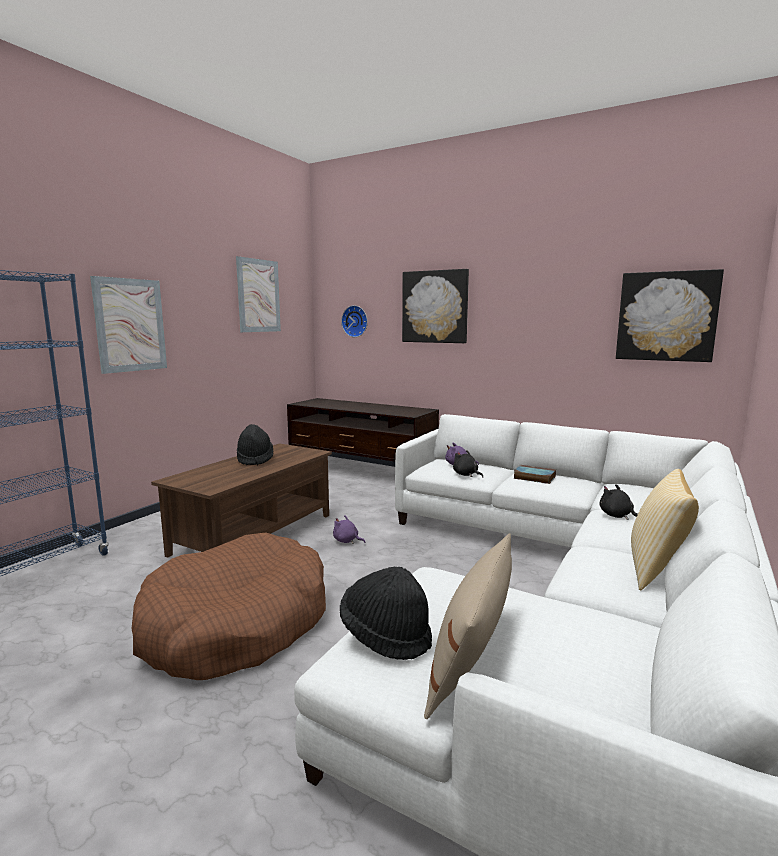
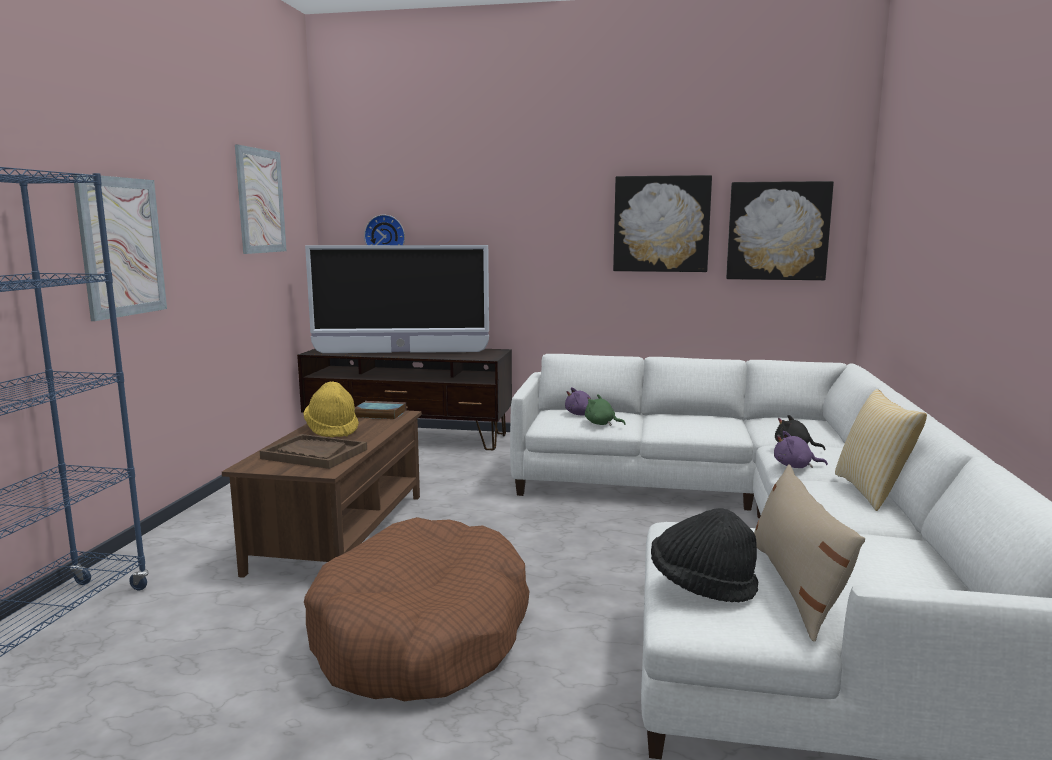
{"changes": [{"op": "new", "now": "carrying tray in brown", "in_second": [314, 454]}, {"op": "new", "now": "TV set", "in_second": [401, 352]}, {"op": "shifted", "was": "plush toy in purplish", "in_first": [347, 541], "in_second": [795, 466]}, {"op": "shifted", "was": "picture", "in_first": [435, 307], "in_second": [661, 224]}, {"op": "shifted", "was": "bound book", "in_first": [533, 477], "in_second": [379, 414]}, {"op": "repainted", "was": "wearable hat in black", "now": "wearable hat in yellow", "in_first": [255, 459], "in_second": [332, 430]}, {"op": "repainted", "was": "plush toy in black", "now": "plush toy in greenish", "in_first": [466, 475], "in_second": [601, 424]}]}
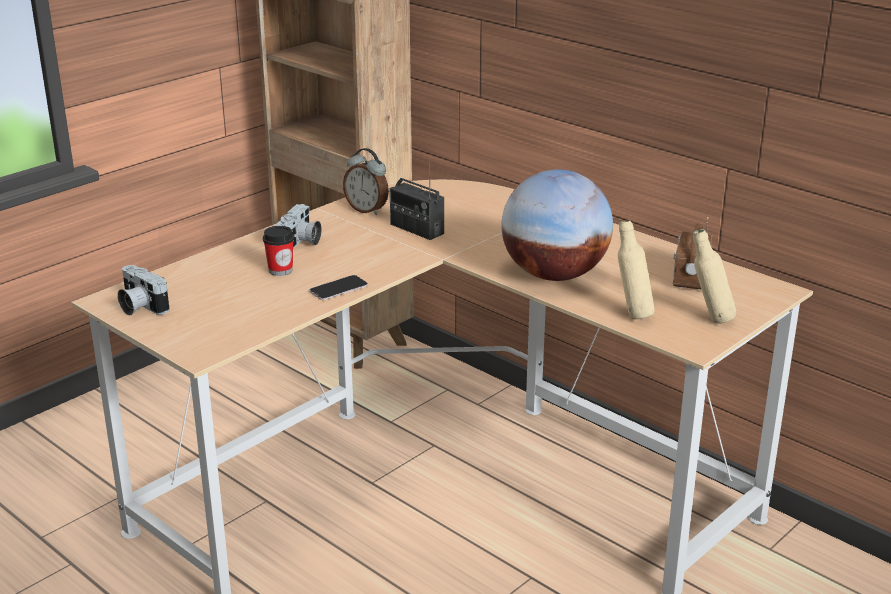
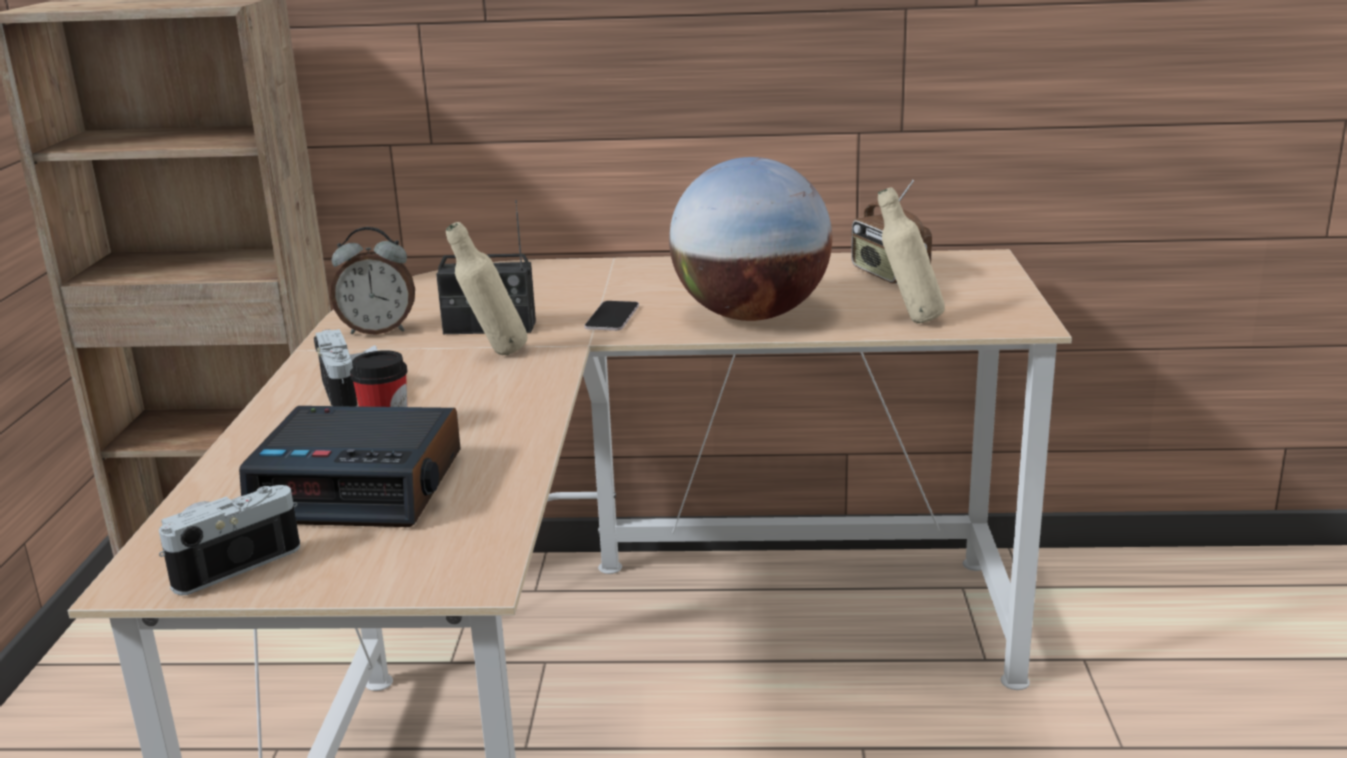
{"changes": [{"op": "new", "now": "alarm clock", "in_second": [361, 486]}, {"op": "shifted", "was": "phone", "in_first": [338, 288], "in_second": [612, 317]}, {"op": "shifted", "was": "bottle in beige", "in_first": [709, 320], "in_second": [494, 355]}, {"op": "rotated", "was": "still camera", "in_first": [139, 307], "in_second": [230, 562], "clockwise": 135}]}
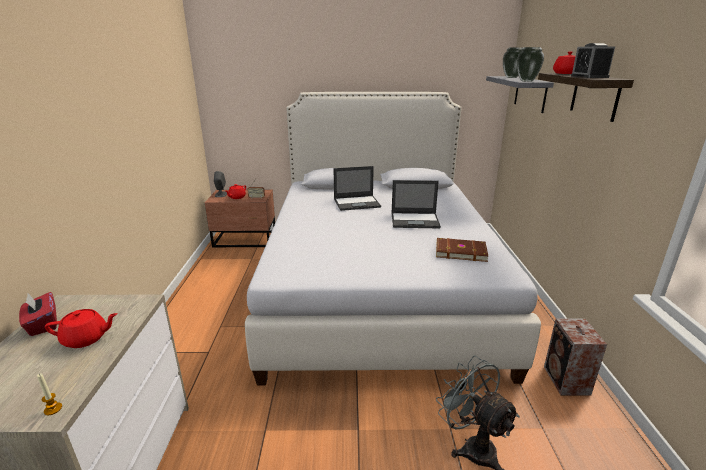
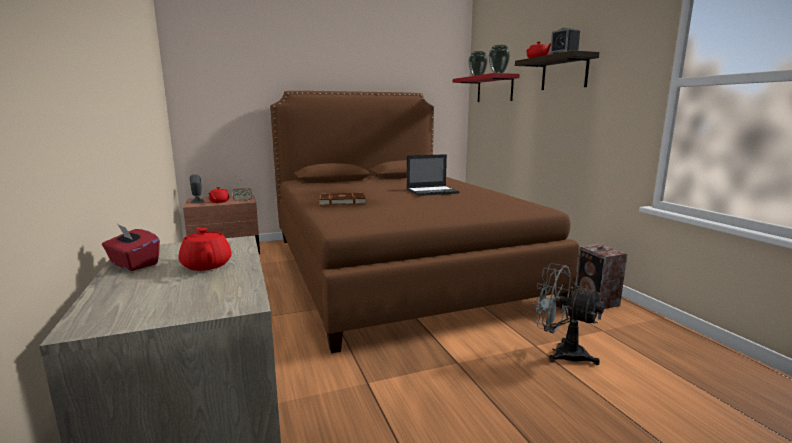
{"changes": [{"op": "gone", "was": "candle", "in_first": [53, 409]}, {"op": "gone", "was": "notebook computer", "in_first": [357, 203]}, {"op": "shifted", "was": "bound book in brown", "in_first": [460, 251], "in_second": [342, 201]}, {"op": "repainted", "was": "bedroom bed in white", "now": "bedroom bed in brown", "in_first": [377, 286], "in_second": [395, 267]}, {"op": "repainted", "was": "wall shelf in greyish", "now": "wall shelf in red", "in_first": [530, 93], "in_second": [494, 89]}, {"op": "rotated", "was": "pot for tea in red", "in_first": [86, 339], "in_second": [207, 264], "clockwise": -90}]}
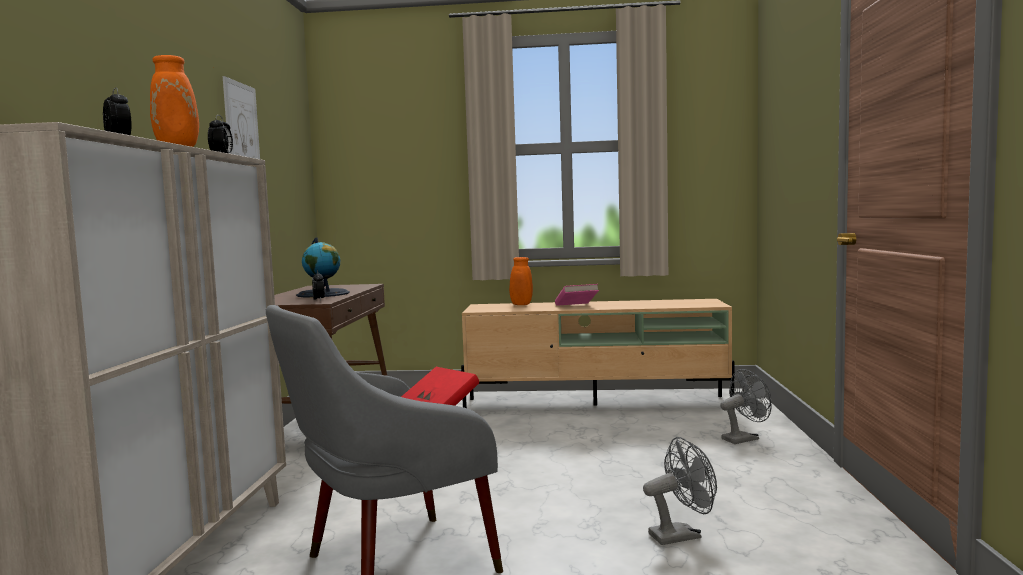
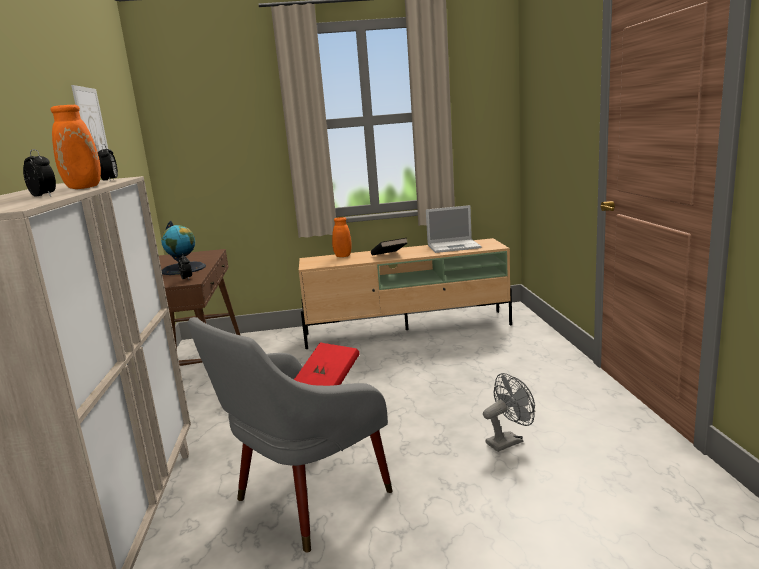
{"changes": [{"op": "gone", "was": "fan in greyish", "in_first": [744, 438]}, {"op": "new", "now": "notebook computer", "in_second": [454, 246]}, {"op": "repainted", "was": "bound book in pink", "now": "bound book in black", "in_first": [576, 307], "in_second": [389, 256]}]}
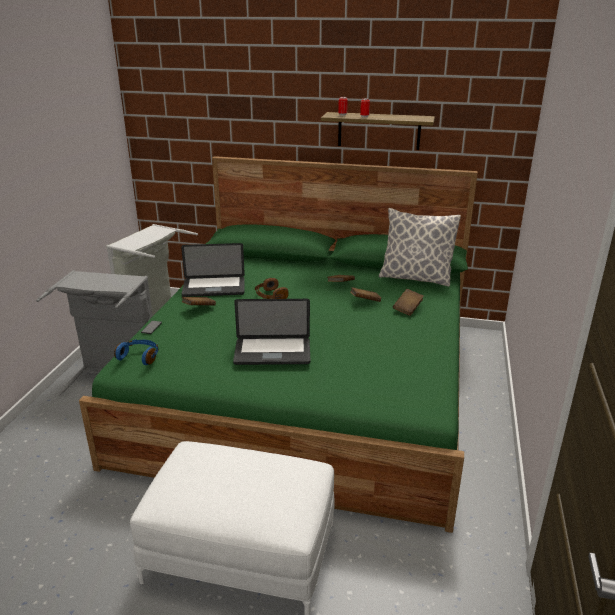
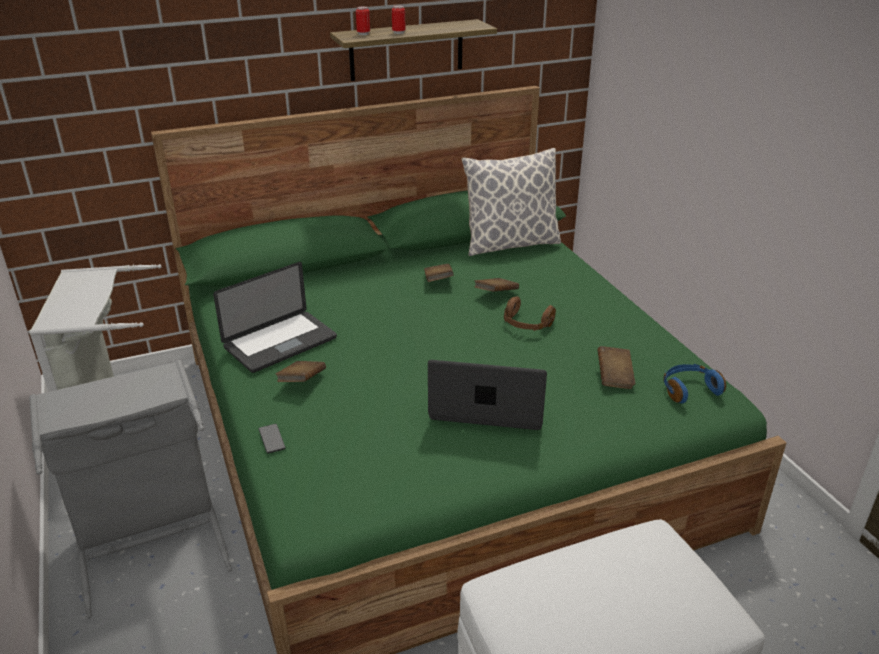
{"changes": [{"op": "shifted", "was": "pair of headphones in blue", "in_first": [140, 357], "in_second": [689, 389]}, {"op": "shifted", "was": "pair of headphones in brown", "in_first": [270, 296], "in_second": [526, 324]}, {"op": "shifted", "was": "bound book in brown", "in_first": [407, 309], "in_second": [614, 377]}, {"op": "rotated", "was": "notebook computer", "in_first": [272, 352], "in_second": [488, 406], "clockwise": -135}]}
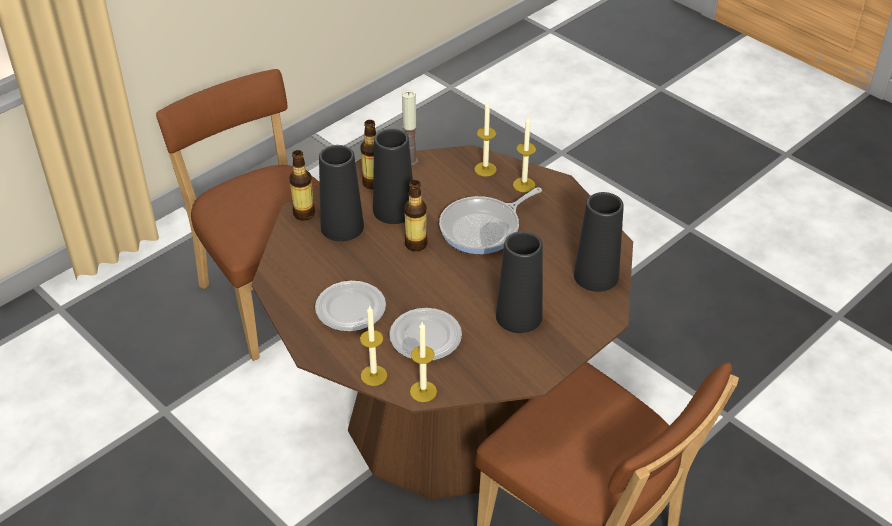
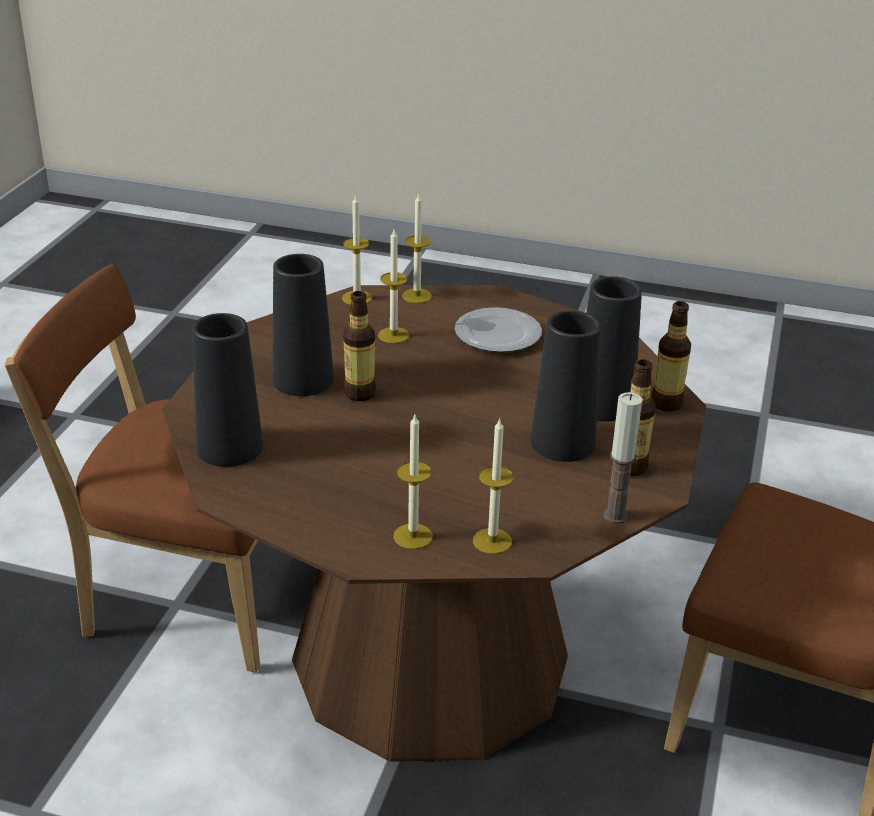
{"changes": [{"op": "gone", "was": "skillet", "in_first": [483, 228]}, {"op": "shifted", "was": "bottle", "in_first": [416, 244], "in_second": [359, 393]}, {"op": "swapped", "was": "plate", "now": "candle", "in_first": [425, 337], "in_second": [393, 335]}]}
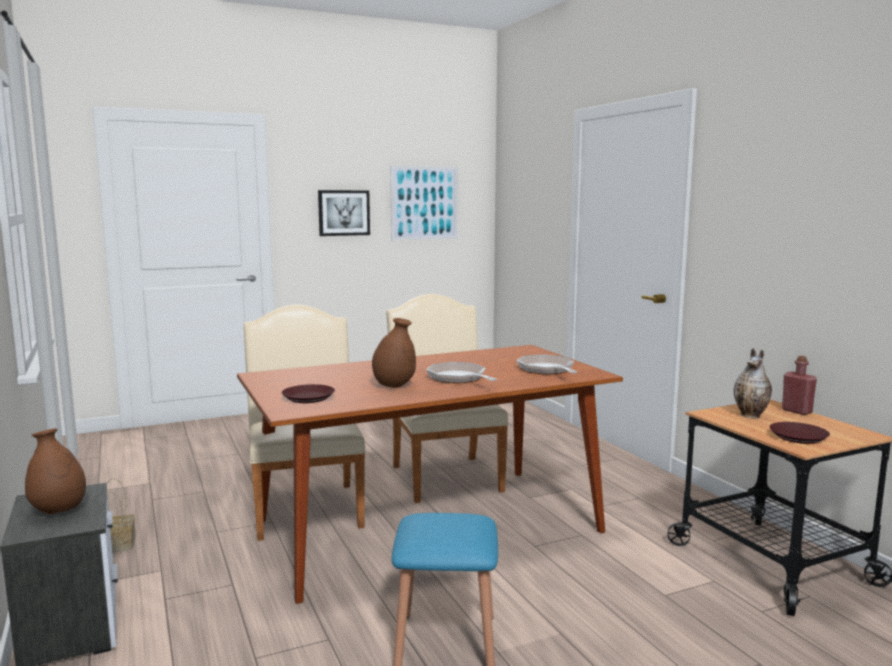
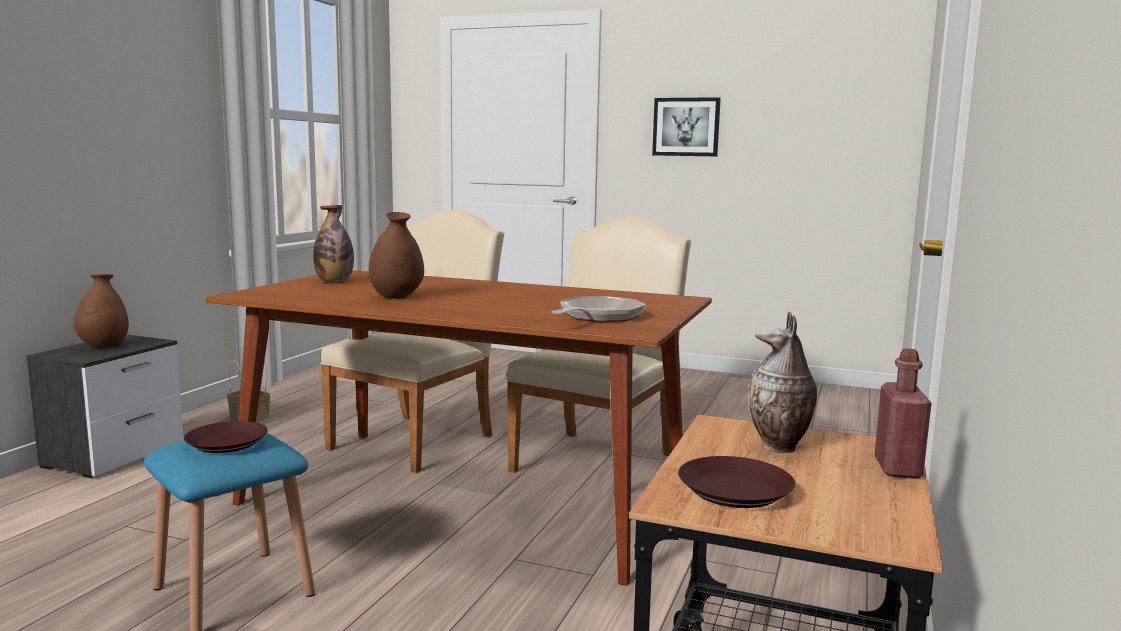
{"changes": [{"op": "gone", "was": "picture", "in_first": [424, 203]}, {"op": "gone", "was": "skillet", "in_first": [459, 379]}, {"op": "new", "now": "bottle", "in_second": [334, 281]}, {"op": "shifted", "was": "plate in brown", "in_first": [308, 397], "in_second": [228, 443]}]}
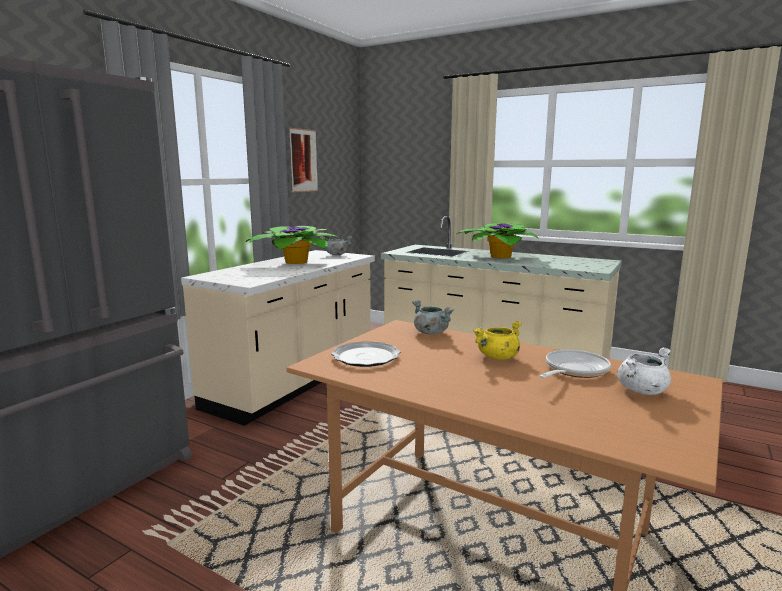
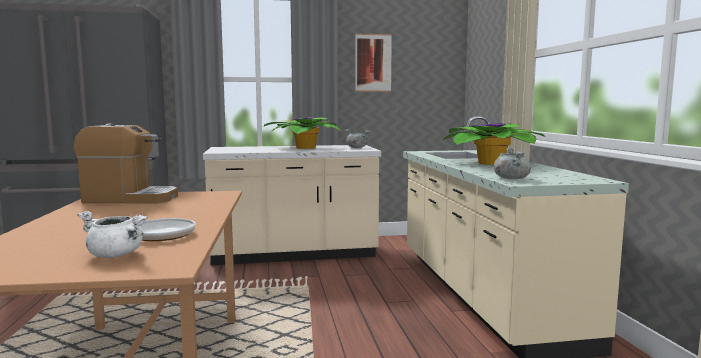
{"changes": [{"op": "gone", "was": "saucepot in yellow", "in_first": [498, 357]}, {"op": "shifted", "was": "saucepot in greyish", "in_first": [430, 332], "in_second": [511, 178]}, {"op": "swapped", "was": "plate", "now": "coffee brewer", "in_first": [365, 357], "in_second": [130, 198]}]}
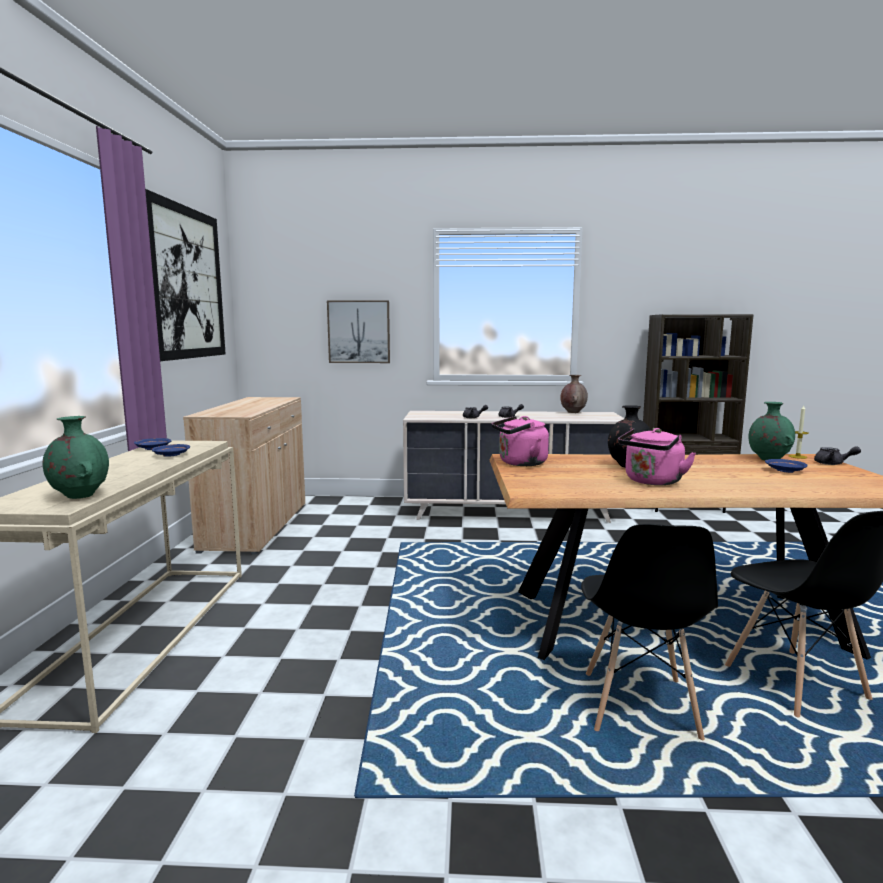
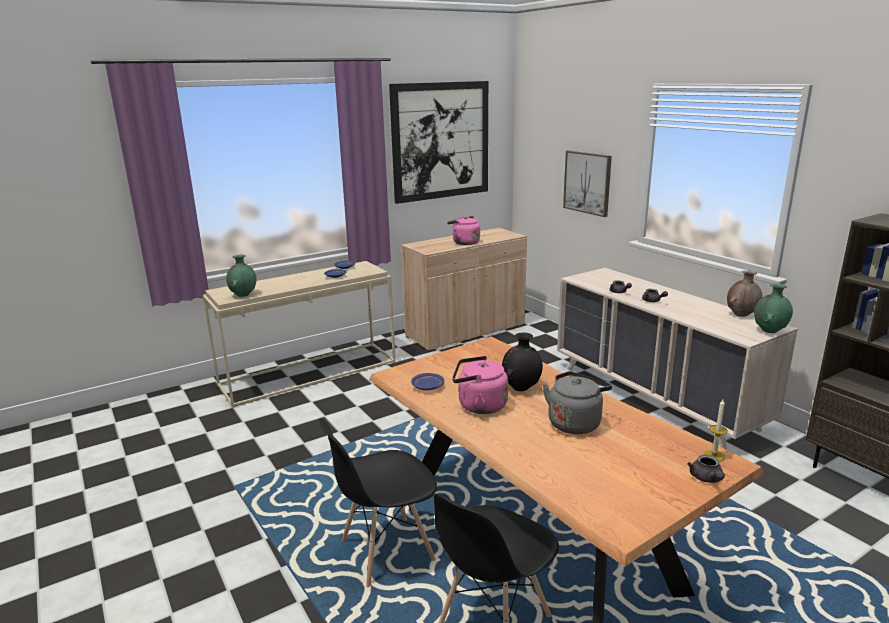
{"changes": [{"op": "new", "now": "tea kettle in greyish", "in_second": [575, 422]}, {"op": "shifted", "was": "tea kettle in pink", "in_first": [520, 463], "in_second": [464, 242]}, {"op": "shifted", "was": "decorative vase in greenish", "in_first": [768, 460], "in_second": [769, 331]}, {"op": "shifted", "was": "plate in blue", "in_first": [784, 470], "in_second": [427, 386]}]}
